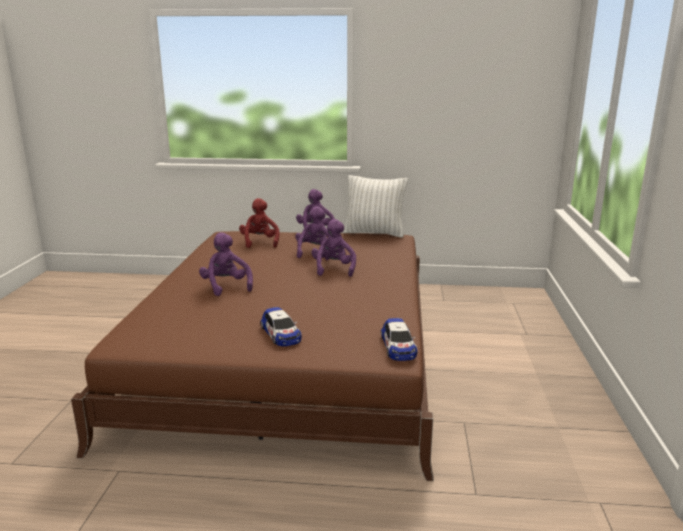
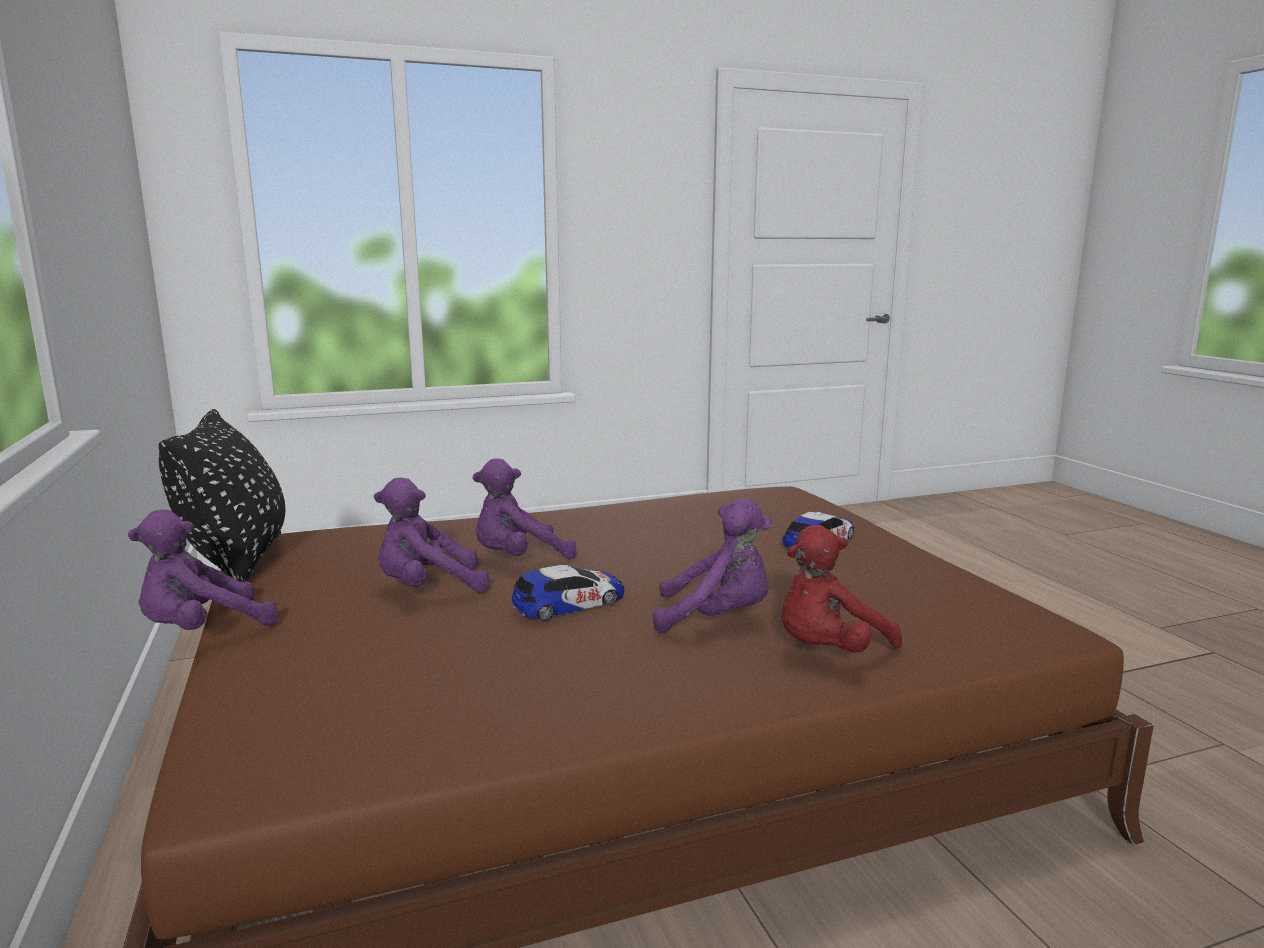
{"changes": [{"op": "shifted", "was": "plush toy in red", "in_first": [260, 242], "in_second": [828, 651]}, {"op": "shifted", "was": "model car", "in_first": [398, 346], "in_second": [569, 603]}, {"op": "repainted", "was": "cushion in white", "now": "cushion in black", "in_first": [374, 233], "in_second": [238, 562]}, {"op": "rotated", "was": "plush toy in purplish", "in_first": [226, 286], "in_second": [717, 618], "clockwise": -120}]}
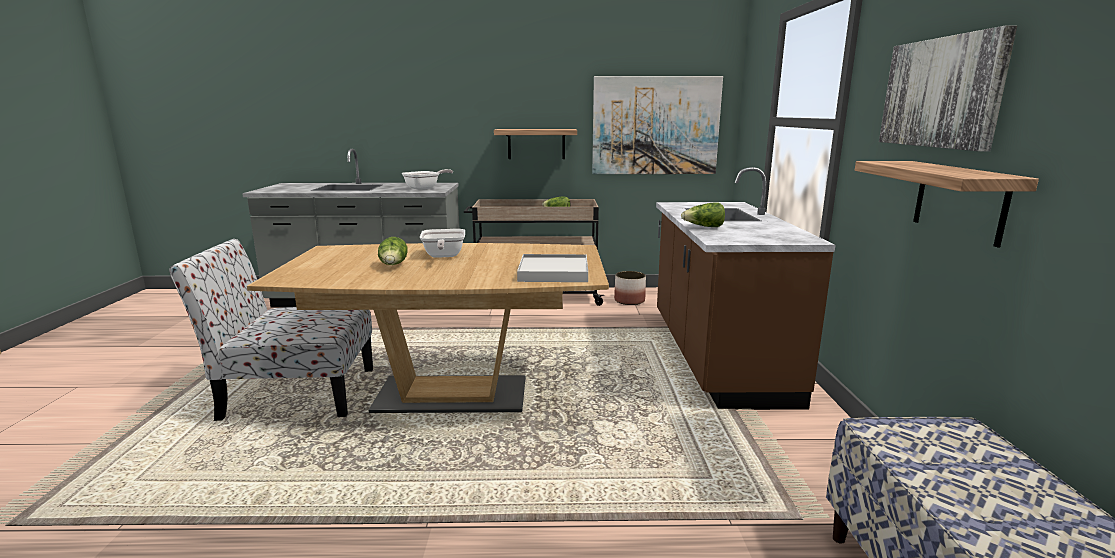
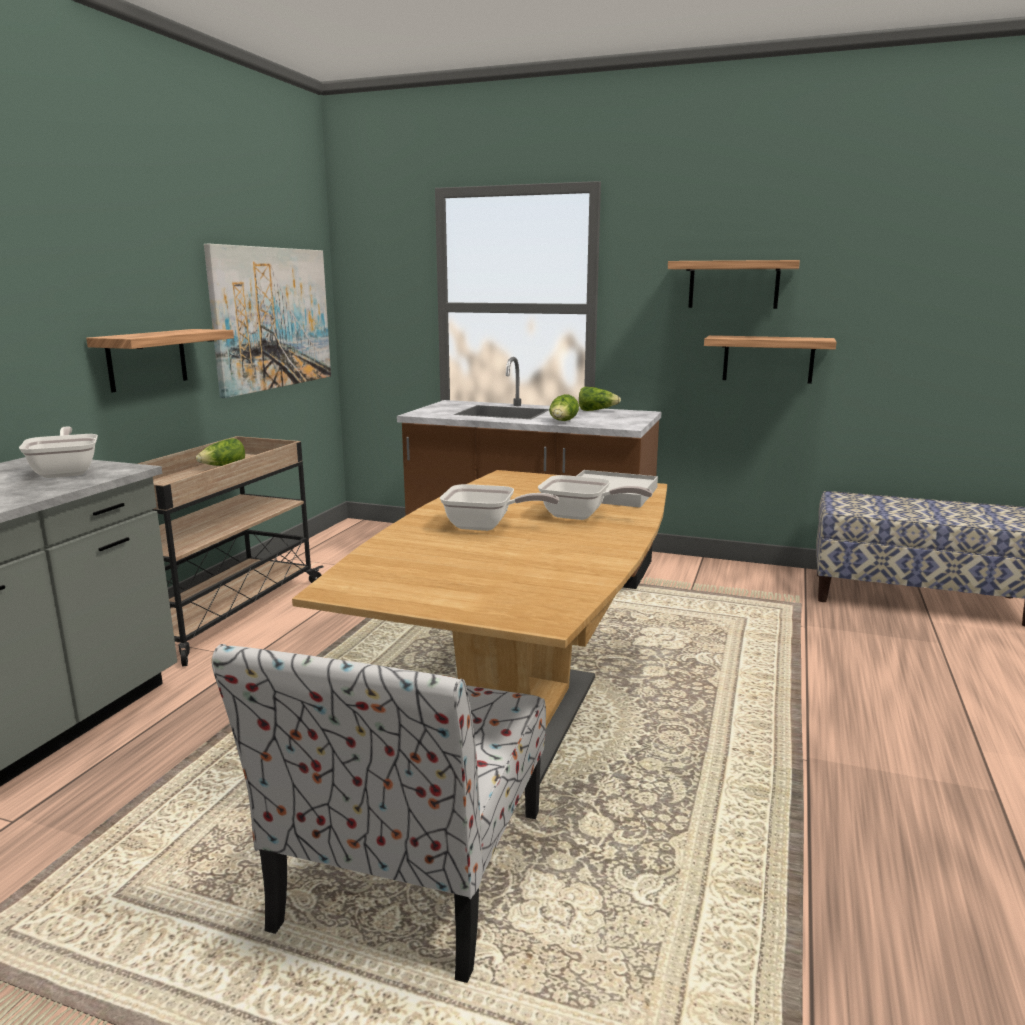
{"changes": [{"op": "gone", "was": "plant pot", "in_first": [629, 300]}, {"op": "new", "now": "skillet", "in_second": [581, 516]}, {"op": "shifted", "was": "lettuce head", "in_first": [393, 265], "in_second": [596, 410]}, {"op": "swapped", "was": "picture", "now": "wall shelf", "in_first": [942, 93], "in_second": [733, 284]}]}
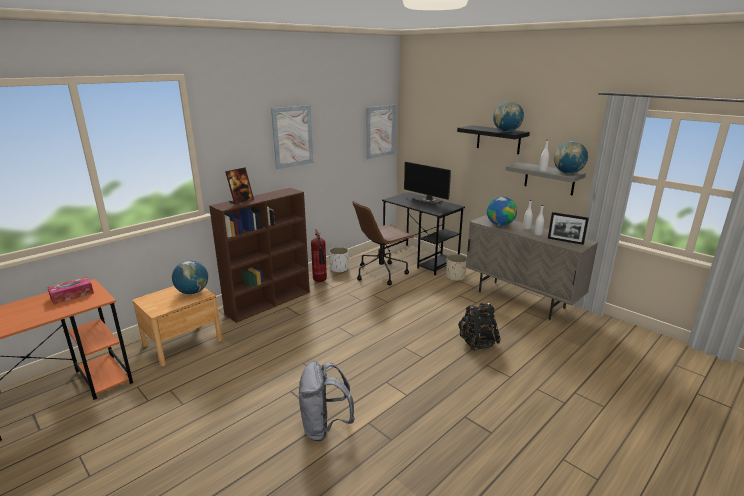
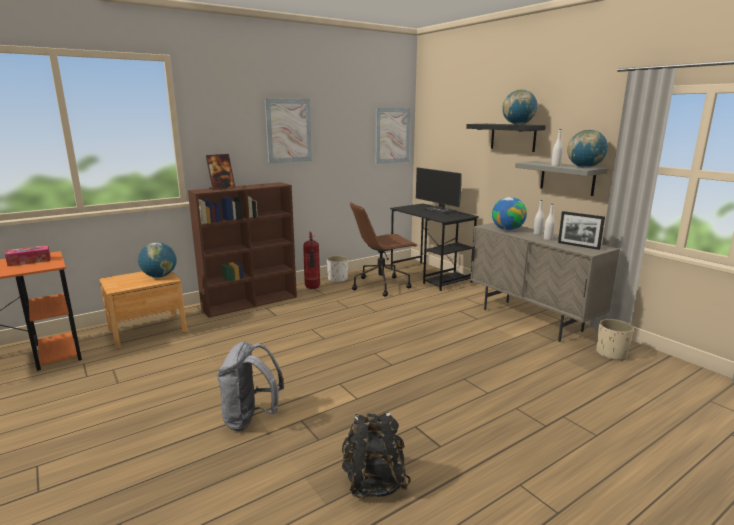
{"changes": [{"op": "shifted", "was": "plant pot in beige", "in_first": [455, 277], "in_second": [611, 354]}, {"op": "shifted", "was": "backpack in black", "in_first": [477, 343], "in_second": [373, 482]}]}
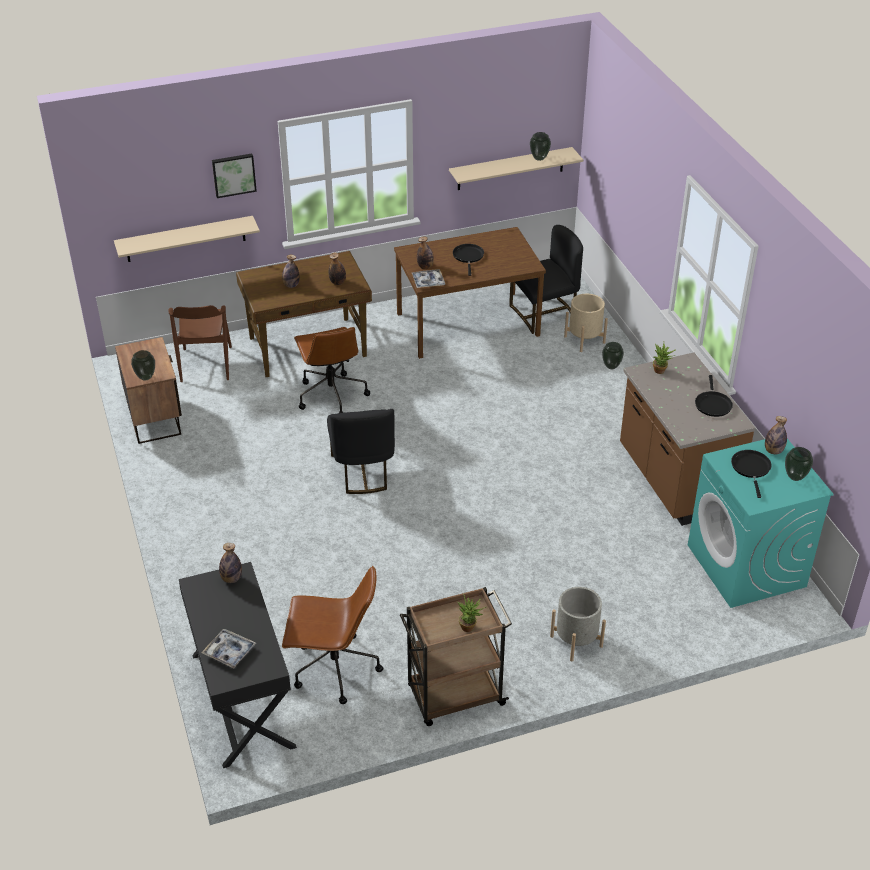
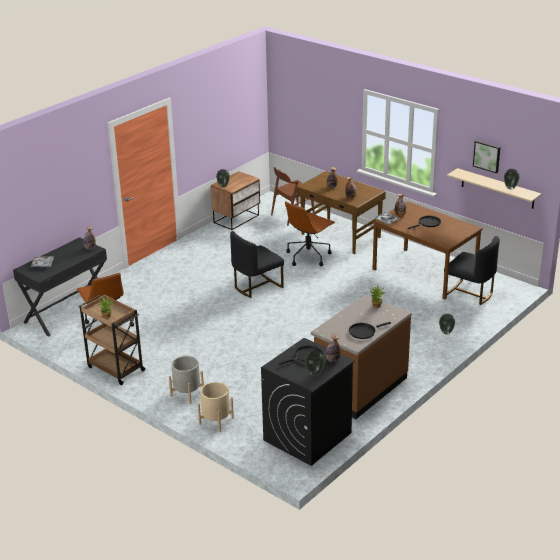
{"changes": [{"op": "gone", "was": "wall shelf in beige", "in_first": [185, 239]}, {"op": "shifted", "was": "picture", "in_first": [233, 174], "in_second": [487, 156]}, {"op": "shifted", "was": "plant pot in beige", "in_first": [584, 339], "in_second": [216, 421]}, {"op": "repainted", "was": "washing machine in turquoise-coloured", "now": "washing machine in black", "in_first": [747, 566], "in_second": [307, 437]}]}
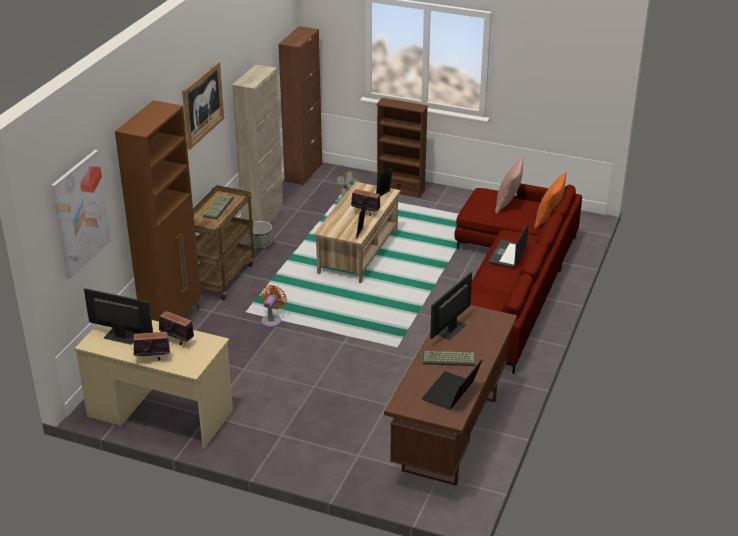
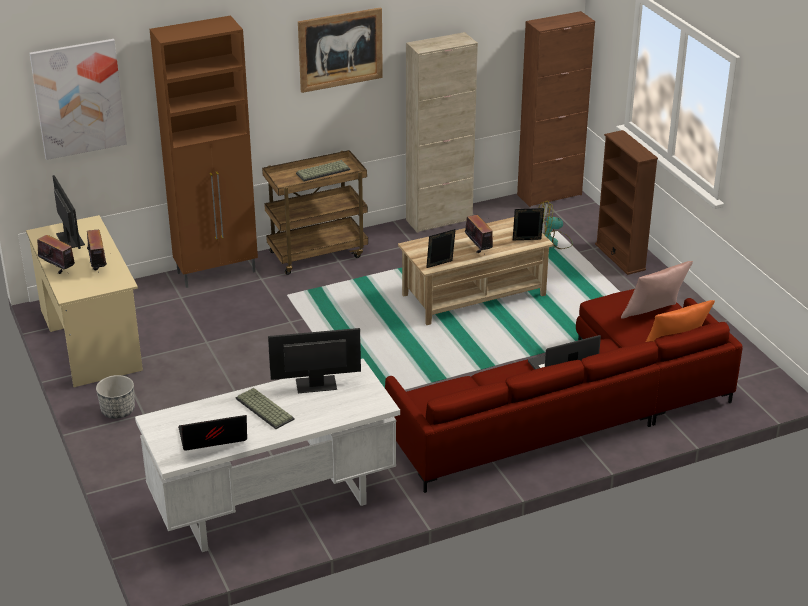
{"changes": [{"op": "gone", "was": "fan in orangey", "in_first": [272, 320]}, {"op": "shifted", "was": "plant pot", "in_first": [260, 245], "in_second": [118, 411]}, {"op": "repainted", "was": "desk in brown", "now": "desk in white", "in_first": [451, 435], "in_second": [273, 507]}]}
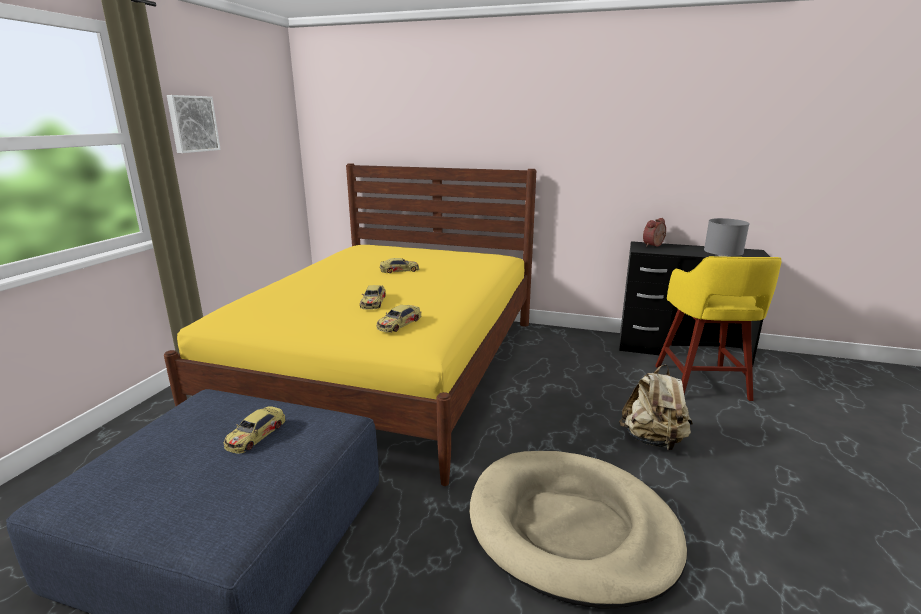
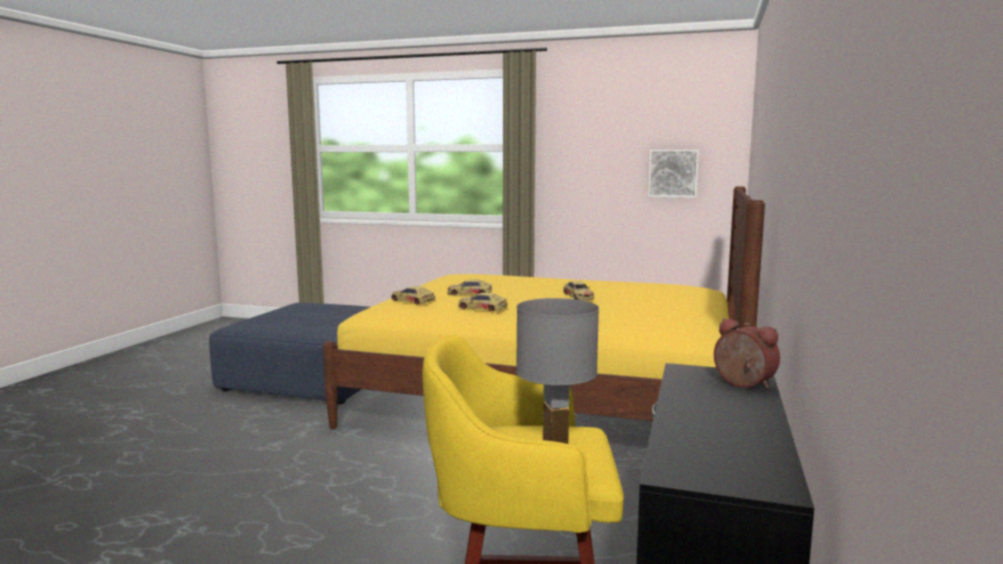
{"changes": [{"op": "gone", "was": "dog bed in beige", "in_first": [571, 528]}, {"op": "gone", "was": "backpack in beige", "in_first": [653, 440]}, {"op": "shifted", "was": "picture", "in_first": [192, 124], "in_second": [673, 173]}, {"op": "shifted", "was": "model car", "in_first": [256, 434], "in_second": [482, 308]}]}
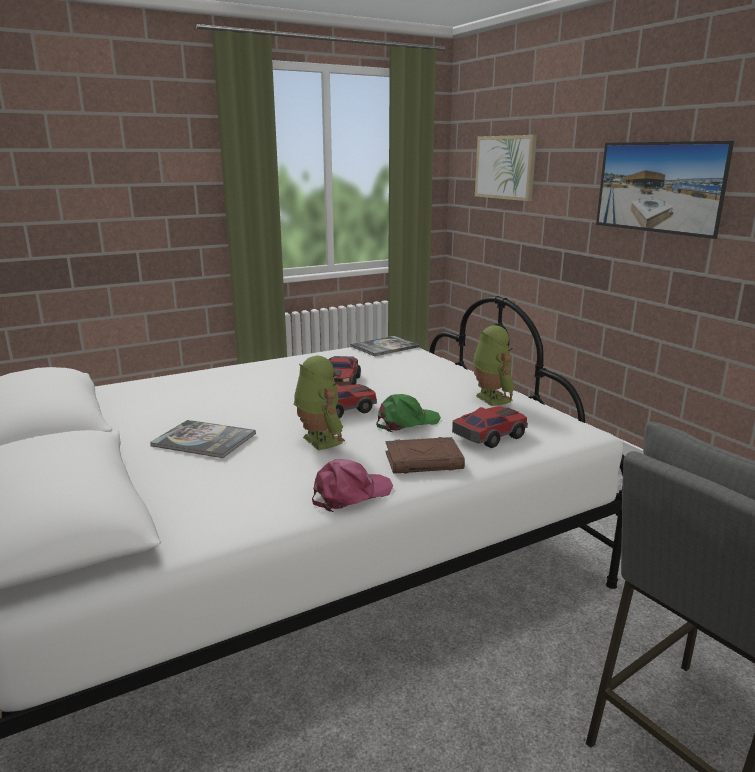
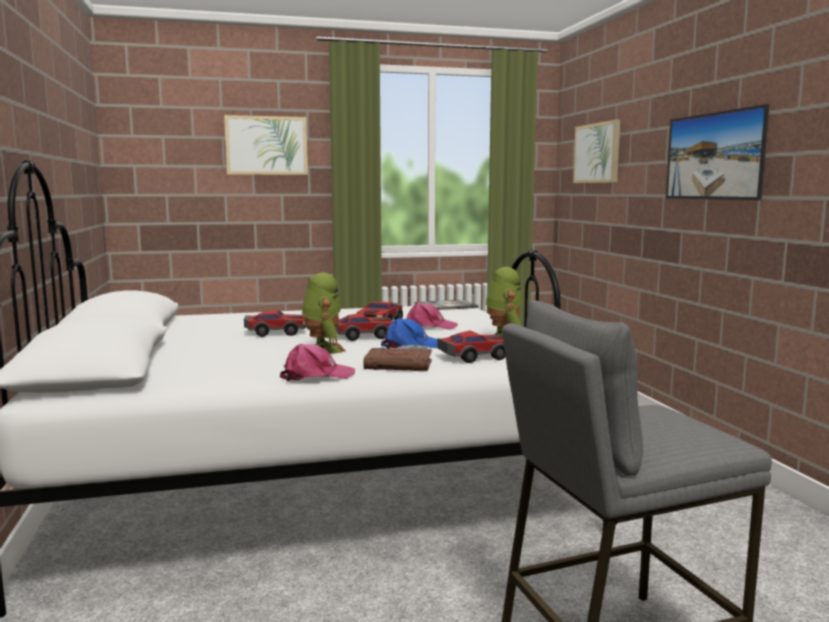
{"changes": [{"op": "gone", "was": "bound book", "in_first": [204, 440]}, {"op": "new", "now": "picture", "in_second": [266, 145]}, {"op": "new", "now": "model car", "in_second": [276, 332]}, {"op": "new", "now": "baseball cap in pink", "in_second": [429, 327]}, {"op": "repainted", "was": "baseball cap in greenish", "now": "baseball cap in blue", "in_first": [406, 422], "in_second": [410, 345]}]}
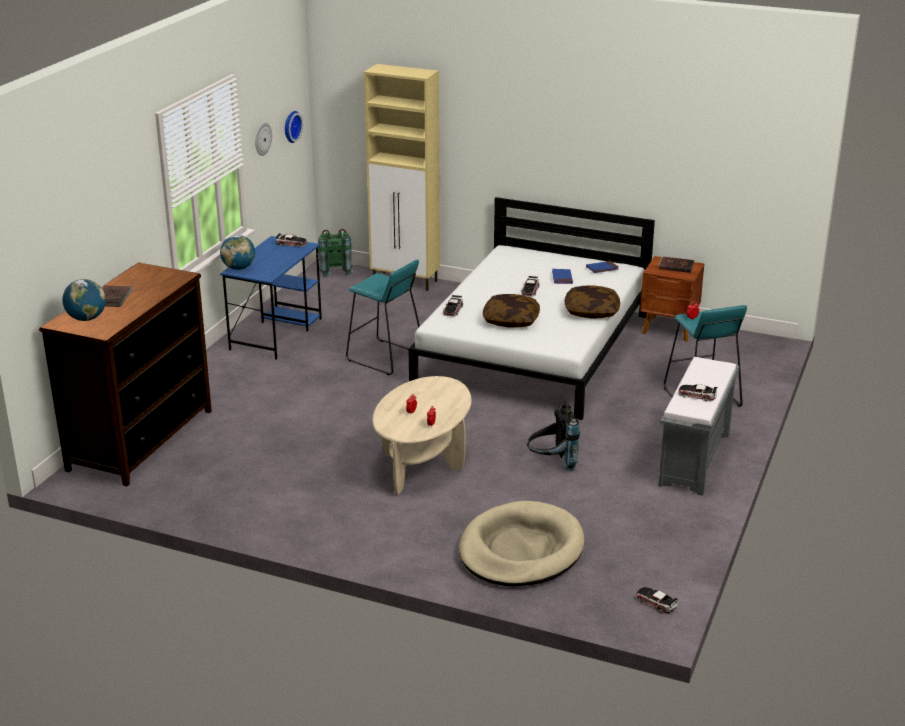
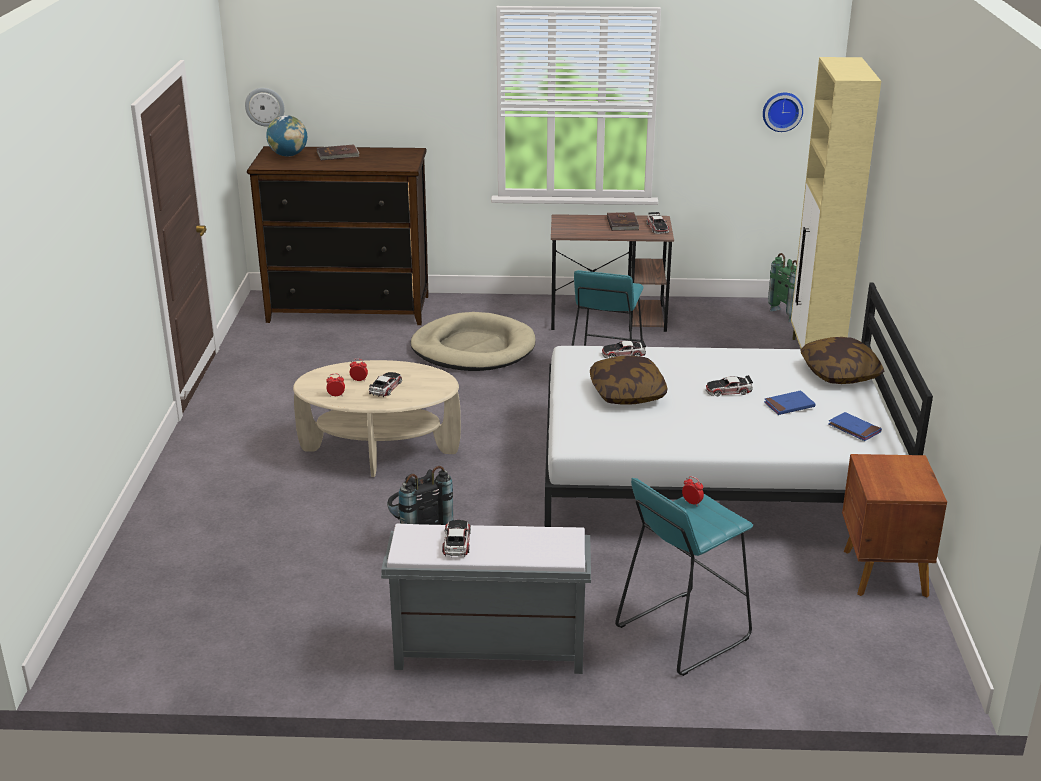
{"changes": [{"op": "gone", "was": "globe", "in_first": [239, 268]}, {"op": "shifted", "was": "hanging clock", "in_first": [262, 139], "in_second": [265, 106]}, {"op": "shifted", "was": "dog bed in beige", "in_first": [521, 550], "in_second": [473, 348]}, {"op": "shifted", "was": "cushion", "in_first": [591, 311], "in_second": [840, 373]}, {"op": "shifted", "was": "model car", "in_first": [655, 603], "in_second": [385, 388]}, {"op": "shifted", "was": "bound book in brown", "in_first": [676, 266], "in_second": [623, 223]}, {"op": "repainted", "was": "desk in blue", "now": "desk in brown", "in_first": [276, 333], "in_second": [609, 317]}]}
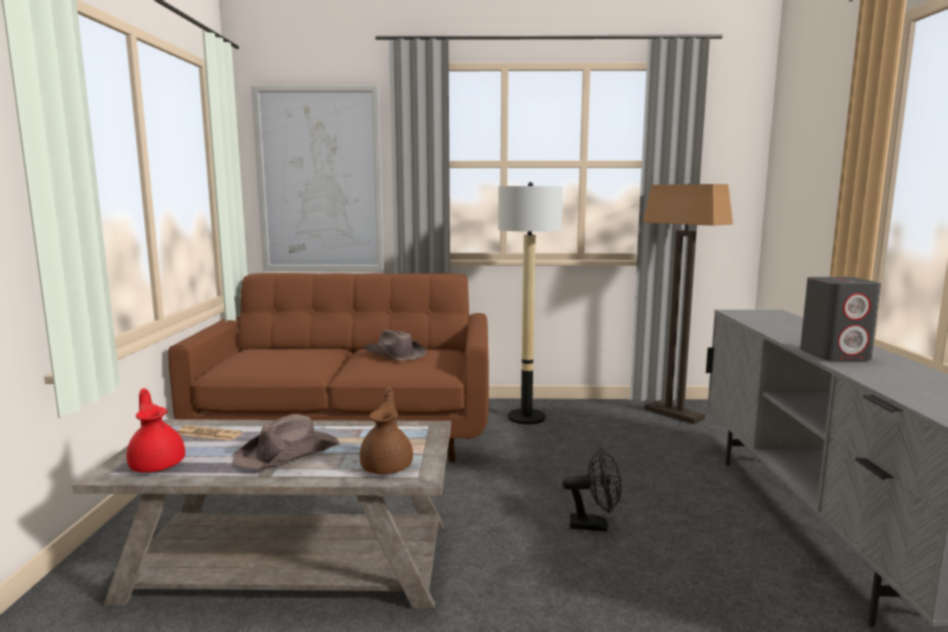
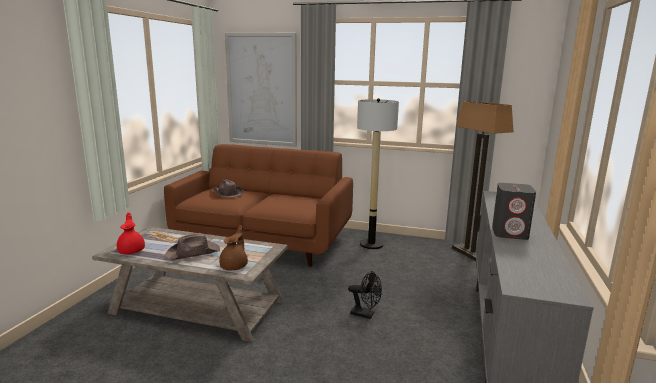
{"changes": [{"op": "shifted", "was": "wearable hat in brown", "in_first": [394, 355], "in_second": [227, 193]}]}
